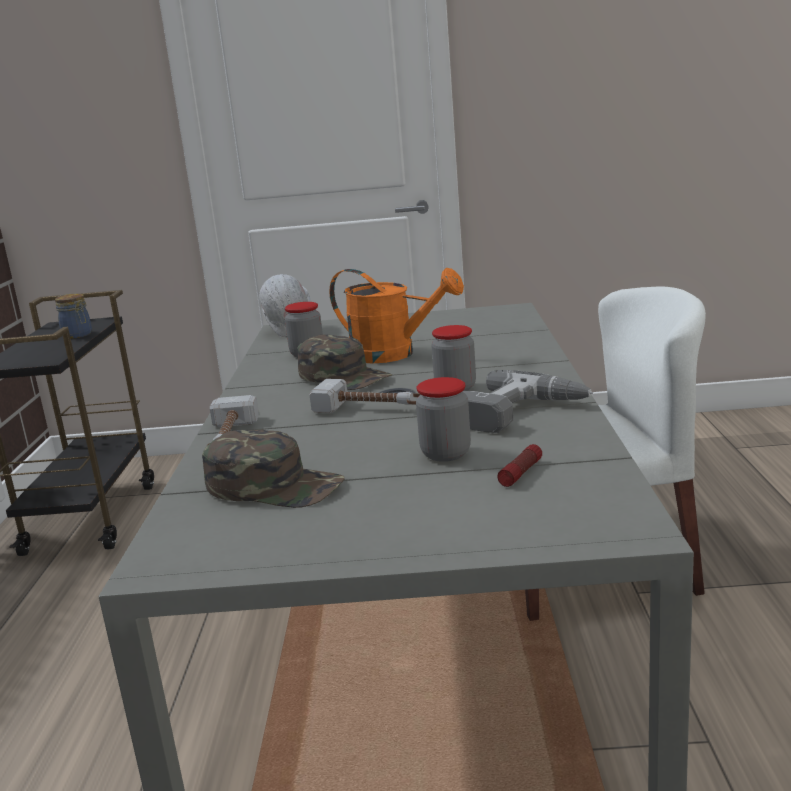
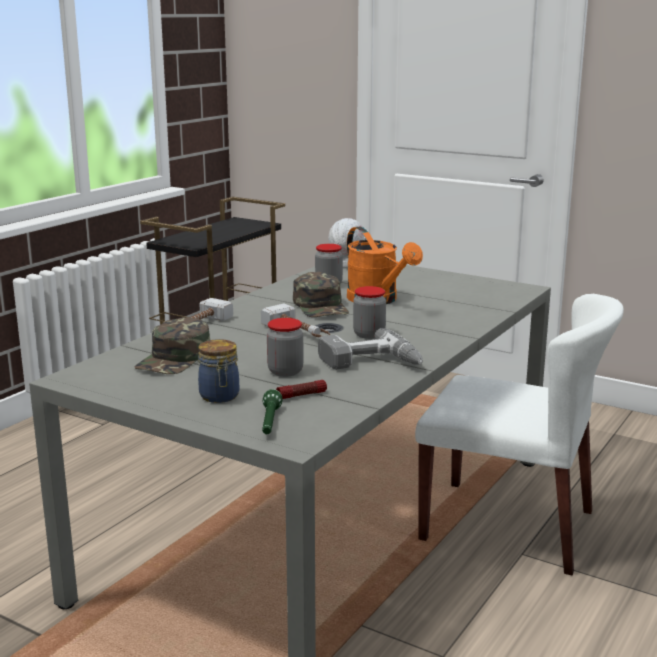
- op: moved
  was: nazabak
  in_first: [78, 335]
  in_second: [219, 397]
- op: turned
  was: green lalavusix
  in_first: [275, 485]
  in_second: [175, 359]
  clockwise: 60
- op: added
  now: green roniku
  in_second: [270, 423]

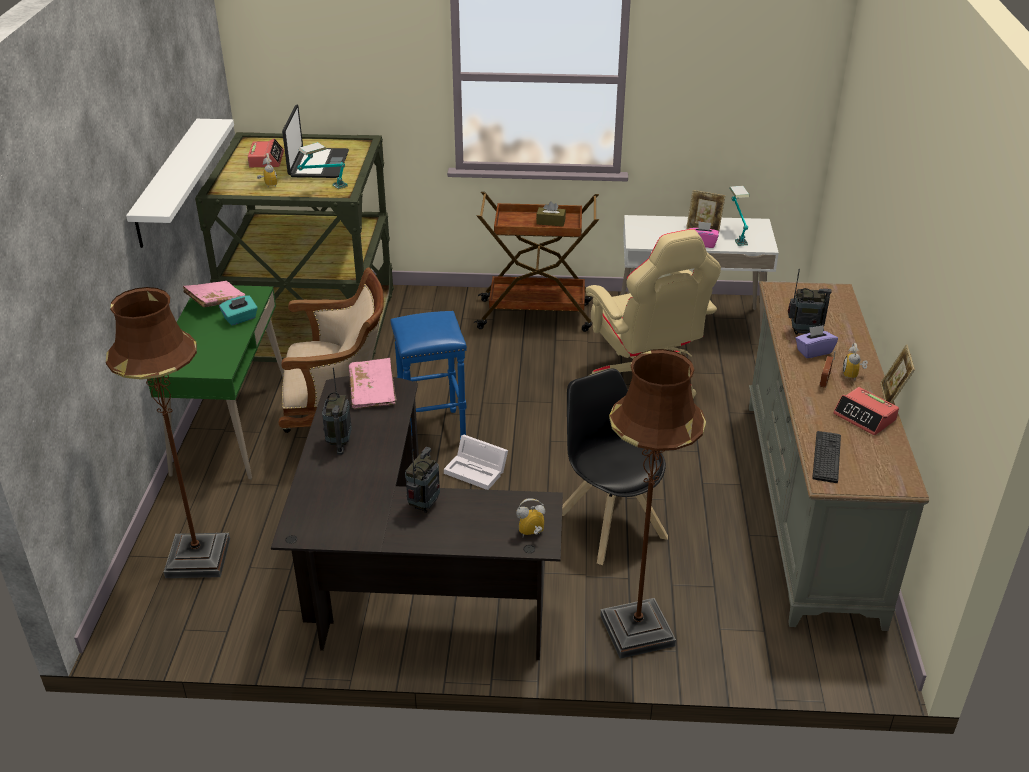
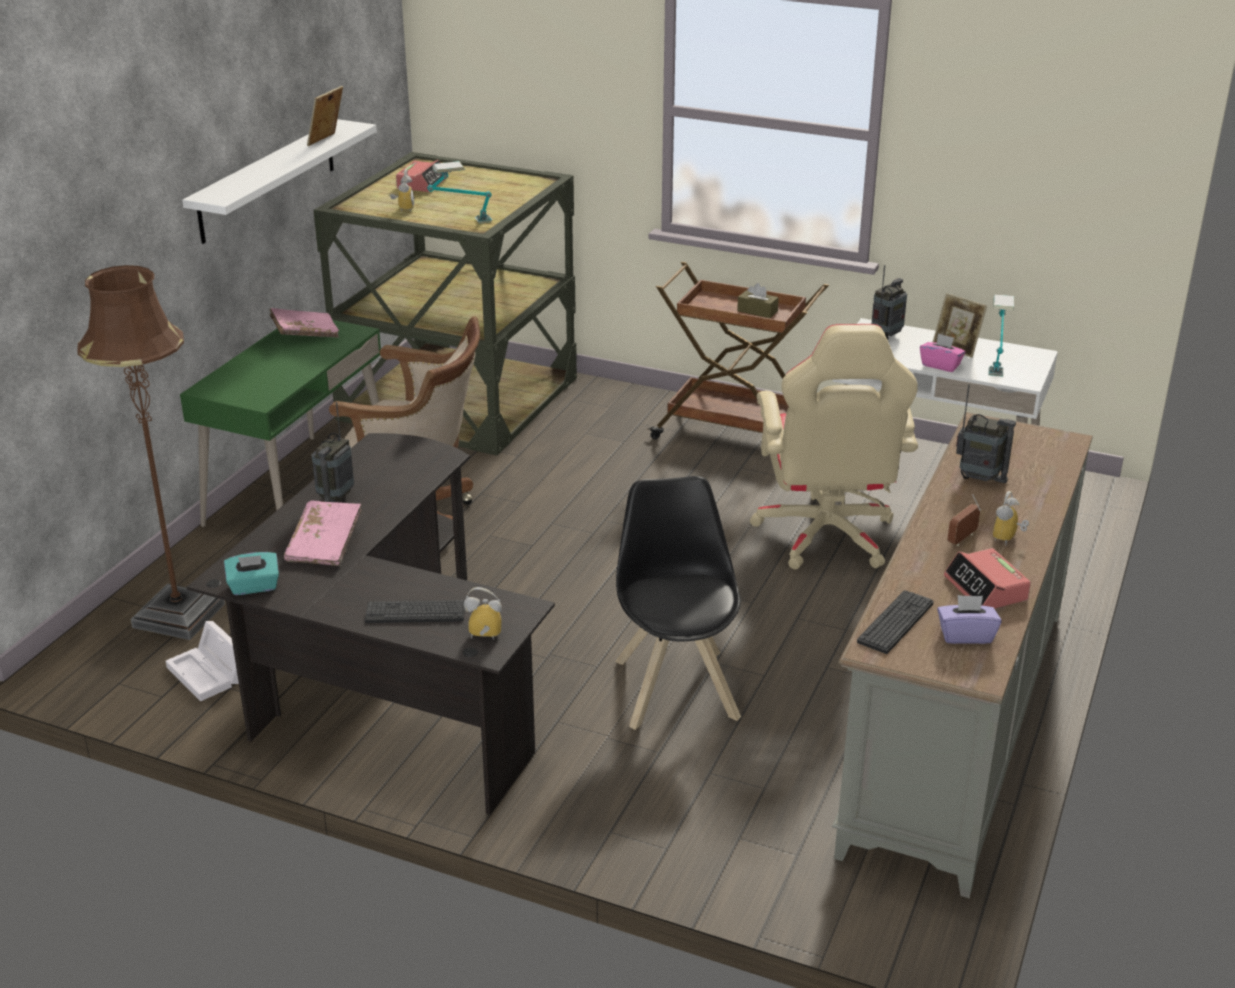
- op: moved
  was: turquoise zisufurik
  in_first: [240, 319]
  in_second: [254, 587]
- op: removed
  was: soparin
  in_first: [318, 164]
- op: moved
  was: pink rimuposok
  in_first: [372, 392]
  in_second: [325, 545]
- op: removed
  was: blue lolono
  in_first: [434, 428]
- op: moved
  was: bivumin
  in_first: [424, 505]
  in_second: [886, 336]
- op: moved
  was: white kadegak
  in_first: [477, 470]
  in_second: [210, 673]
- op: removed
  was: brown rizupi
  in_first: [637, 630]
- op: moved
  was: purple zisufurik
  in_first: [813, 351]
  in_second: [965, 635]
- op: moved
  was: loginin
  in_first: [892, 396]
  in_second: [327, 141]
- op: added
  now: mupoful
  in_second: [415, 613]

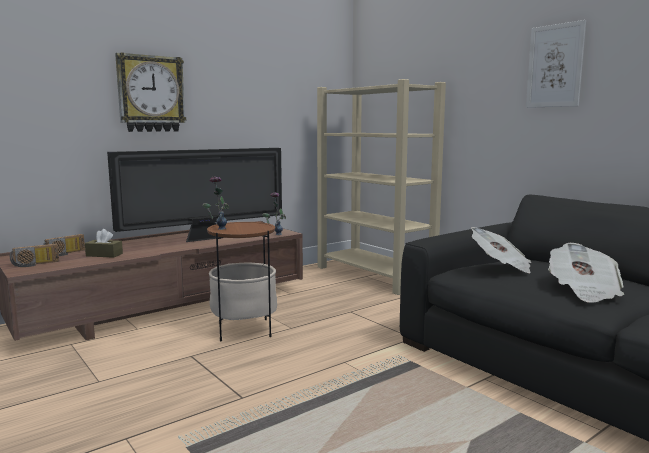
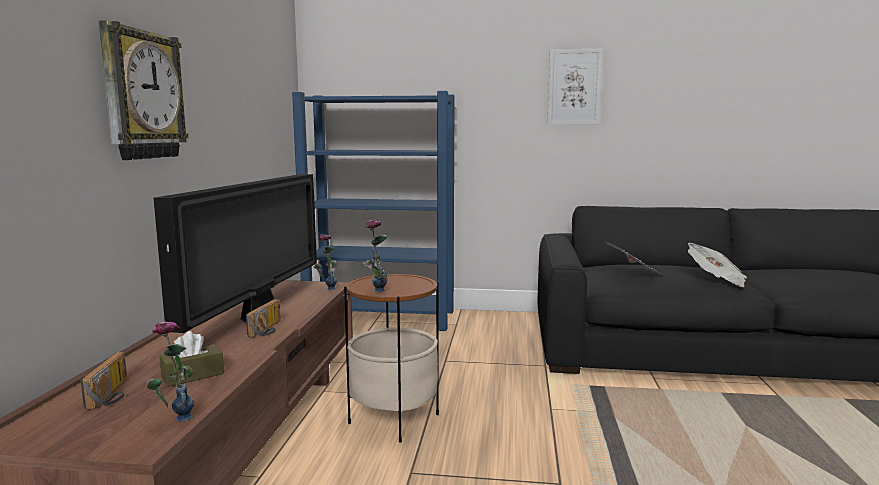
- op: moved
  was: bivumin
  in_first: [35, 264]
  in_second: [268, 329]
- op: recoloured
  was: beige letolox
  now: blue letolox
  in_first: [374, 275]
  in_second: [381, 317]
- op: added
  now: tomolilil
  in_second: [172, 422]

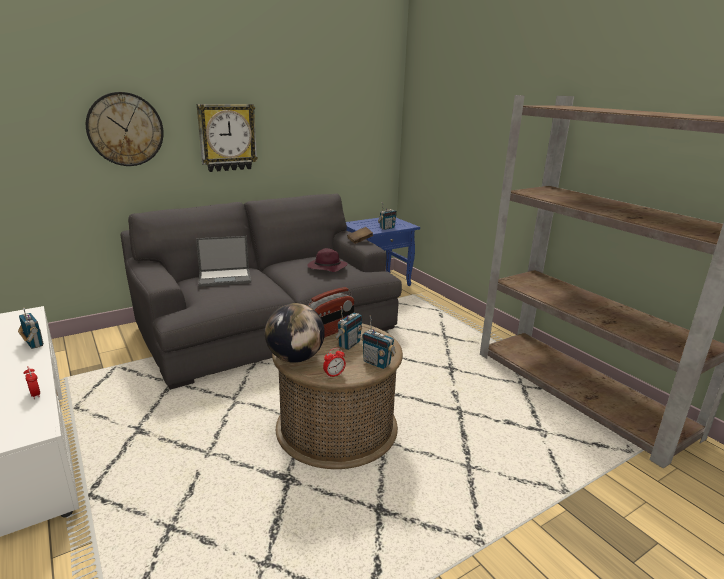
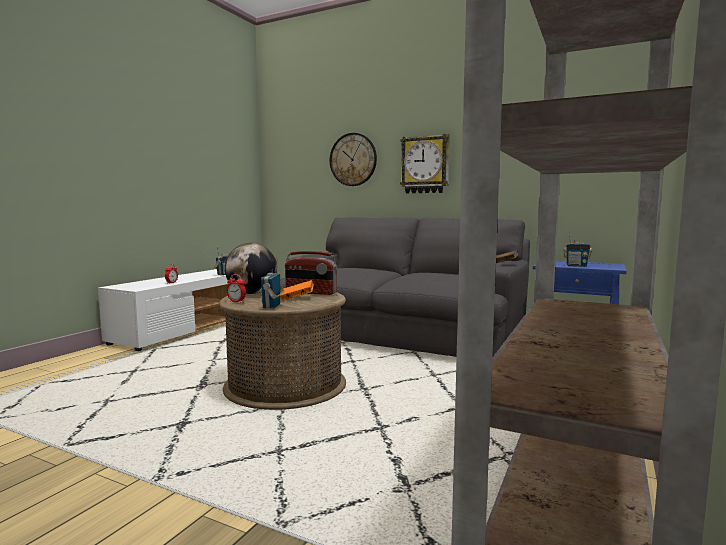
- op: removed
  was: soparin
  in_first: [225, 277]
- op: removed
  was: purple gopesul
  in_first: [326, 268]
- op: replaced
  was: bivumin
  now: orange rimuposok
  in_first: [349, 344]
  in_second: [297, 299]

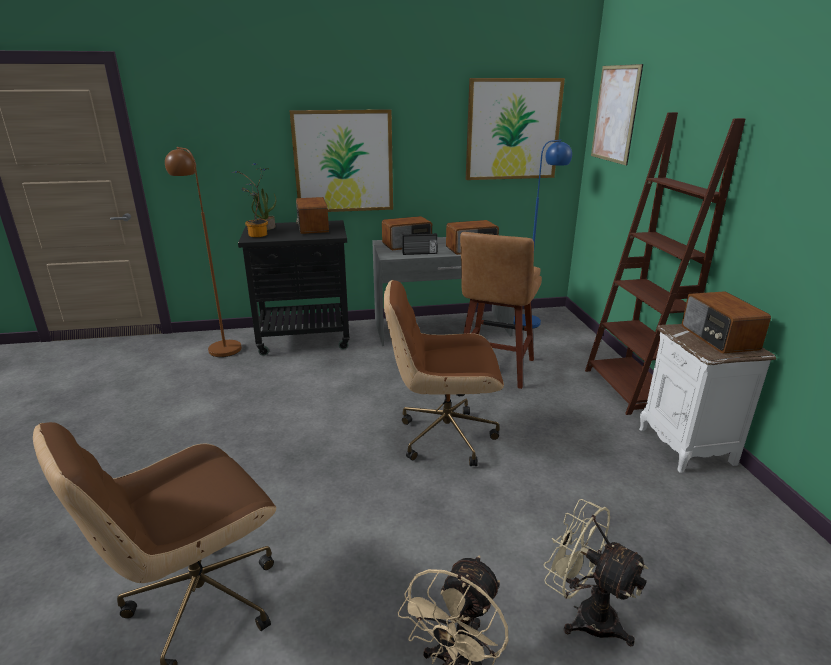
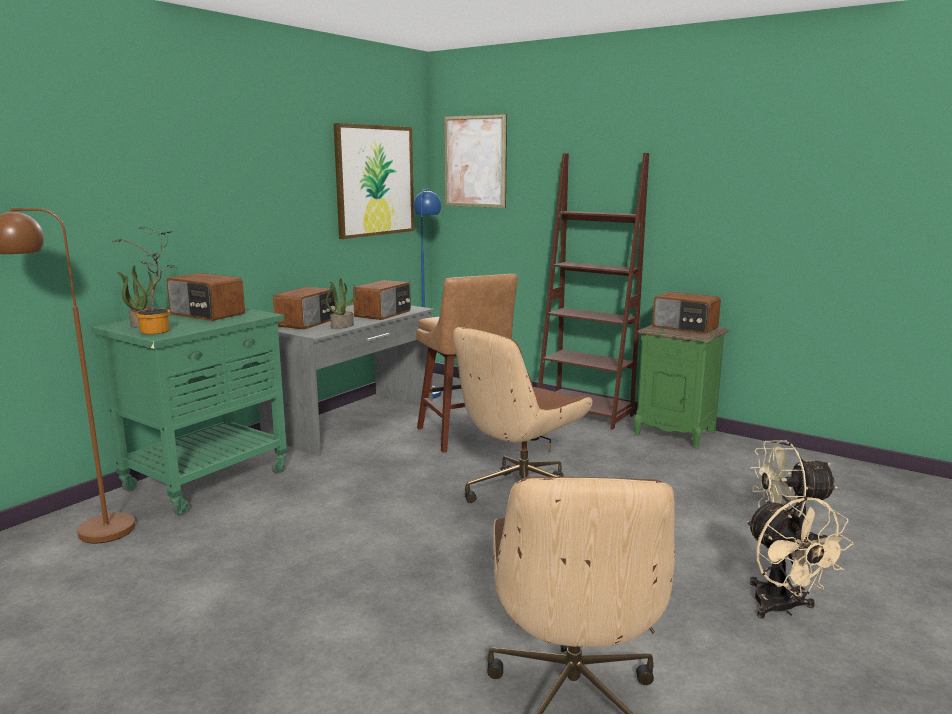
- op: recoloured
  was: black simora
  now: green simora
  in_first: [305, 339]
  in_second: [208, 481]
- op: removed
  was: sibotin
  in_first: [343, 161]
- op: replaced
  was: bivumin
  now: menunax
  in_first: [419, 253]
  in_second: [342, 326]
- op: recoloured
  was: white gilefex
  now: green gilefex
  in_first: [684, 447]
  in_second: [675, 434]

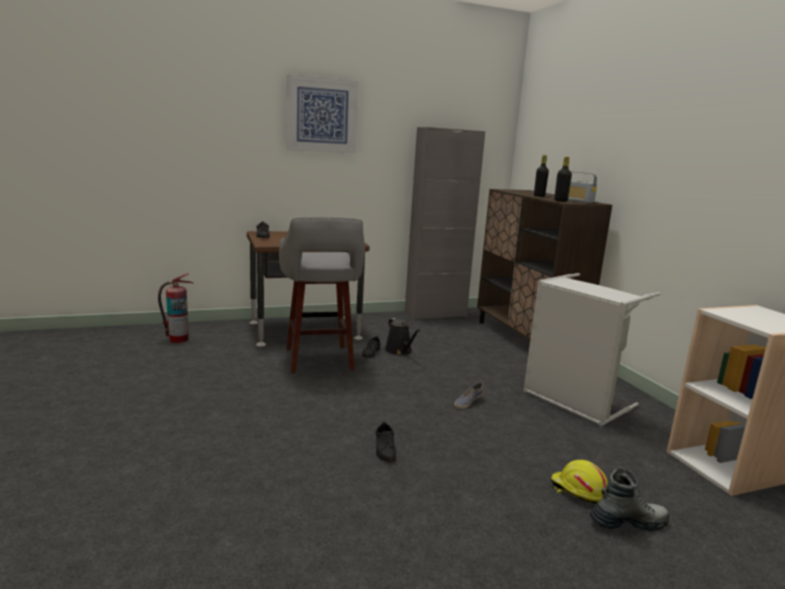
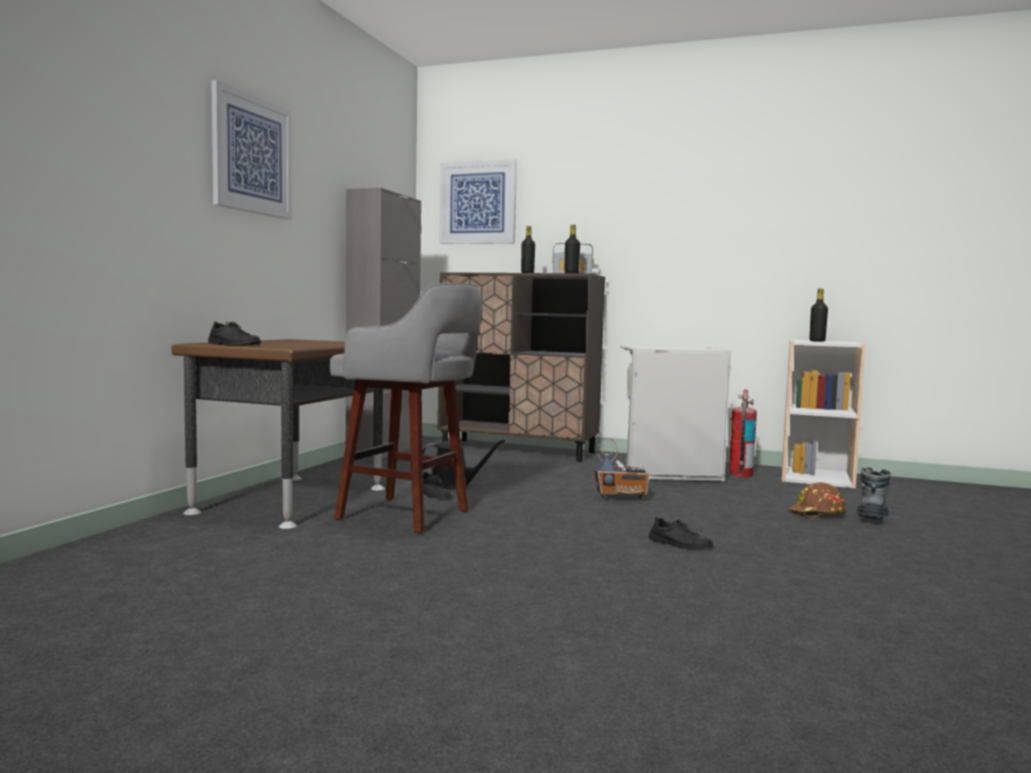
- op: moved
  was: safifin
  in_first: [178, 339]
  in_second: [740, 474]
- op: replaced
  was: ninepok
  now: bivumin
  in_first: [468, 402]
  in_second: [621, 498]
- op: recoloured
  was: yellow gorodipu
  now: brown gorodipu
  in_first: [578, 490]
  in_second: [817, 514]
- op: added
  now: sibotin
  in_second: [478, 203]
- op: added
  now: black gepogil
  in_second: [817, 341]

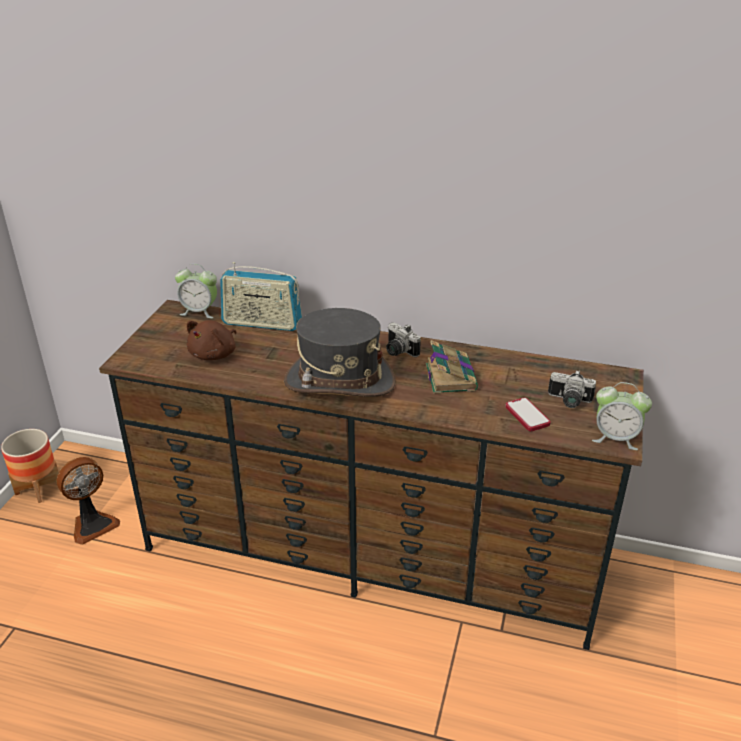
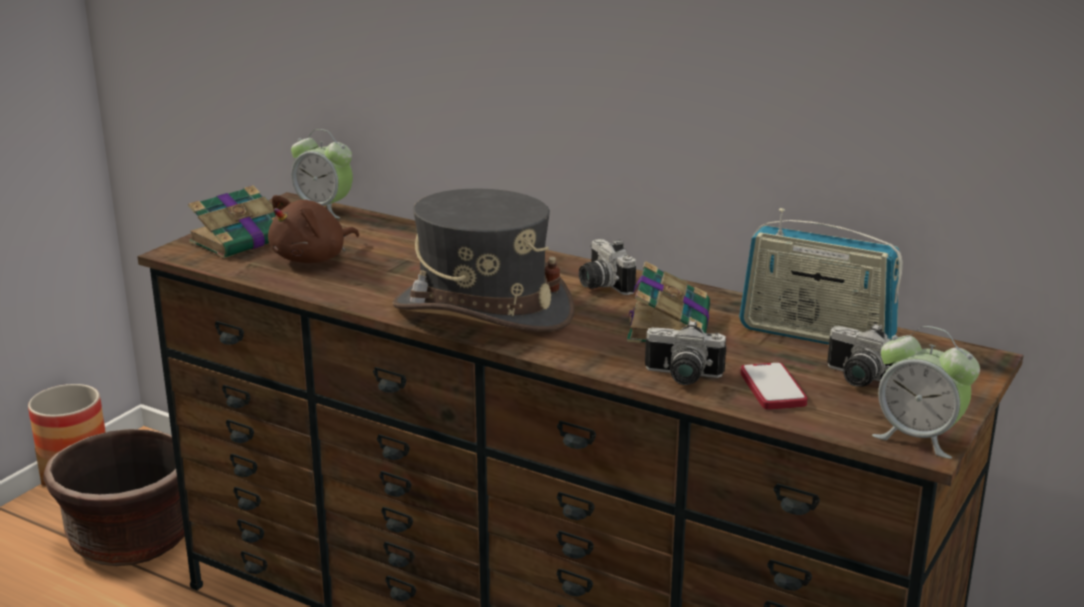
- op: replaced
  was: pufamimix
  now: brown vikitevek
  in_first: [92, 524]
  in_second: [130, 540]
- op: moved
  was: bivumin
  in_first: [262, 323]
  in_second: [816, 335]
- op: added
  now: rimuposok
  in_second: [242, 240]
- op: added
  now: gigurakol
  in_second: [682, 377]

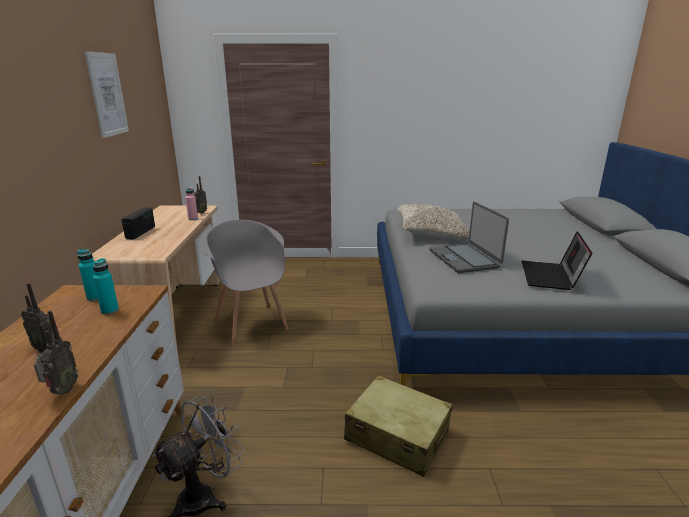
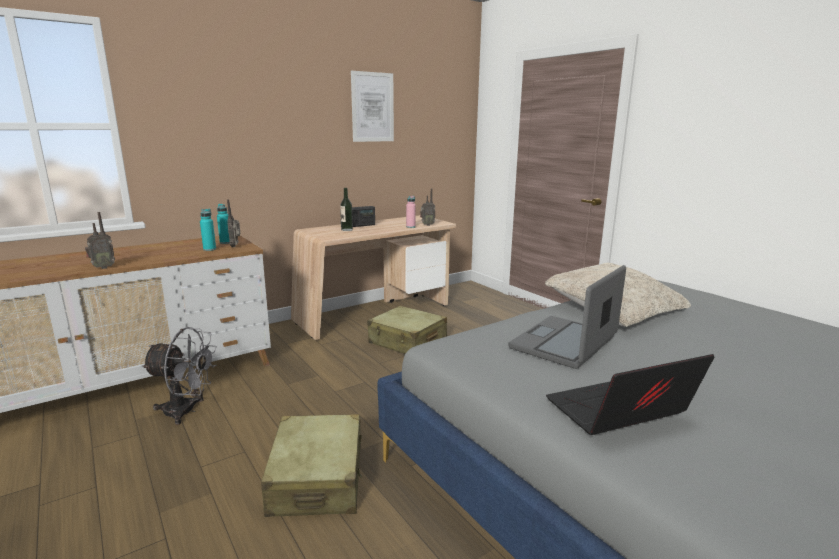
- op: moved
  was: bivumin
  in_first: [46, 349]
  in_second: [236, 246]
- op: replaced
  was: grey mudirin
  now: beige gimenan
  in_first: [251, 324]
  in_second: [407, 342]
- op: added
  now: gepogil
  in_second: [347, 229]

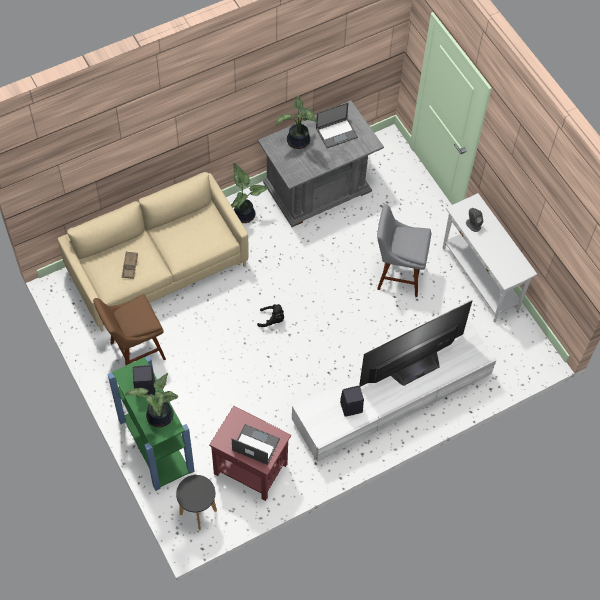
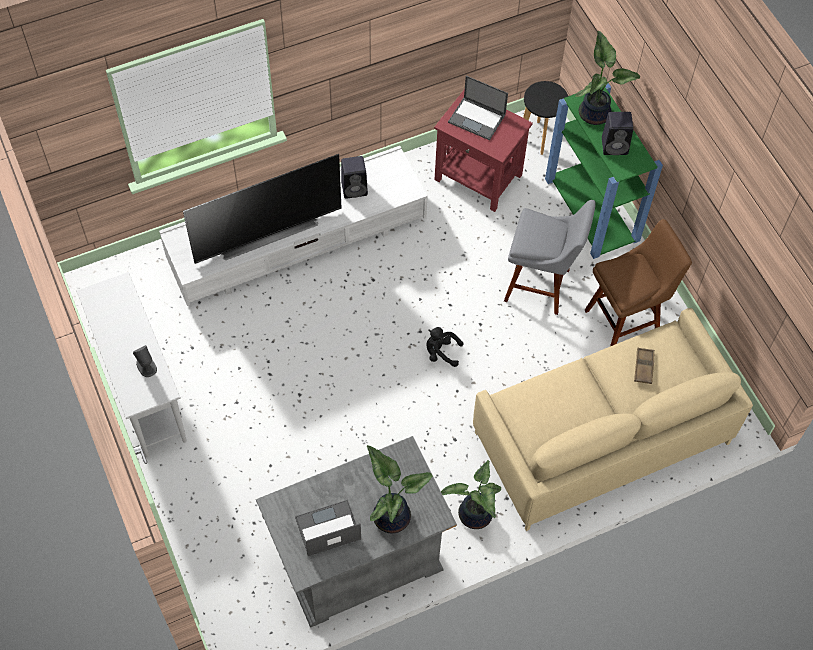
- op: moved
  was: grey lolono
  in_first: [397, 275]
  in_second: [541, 286]

